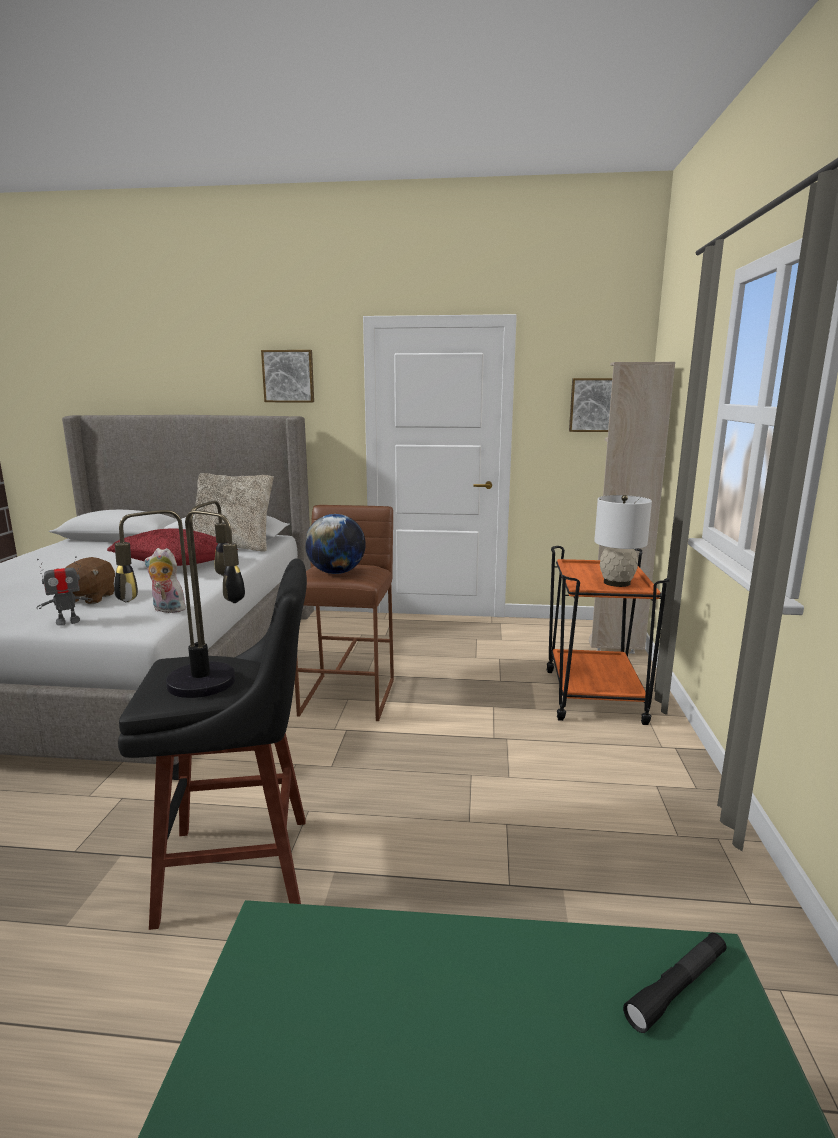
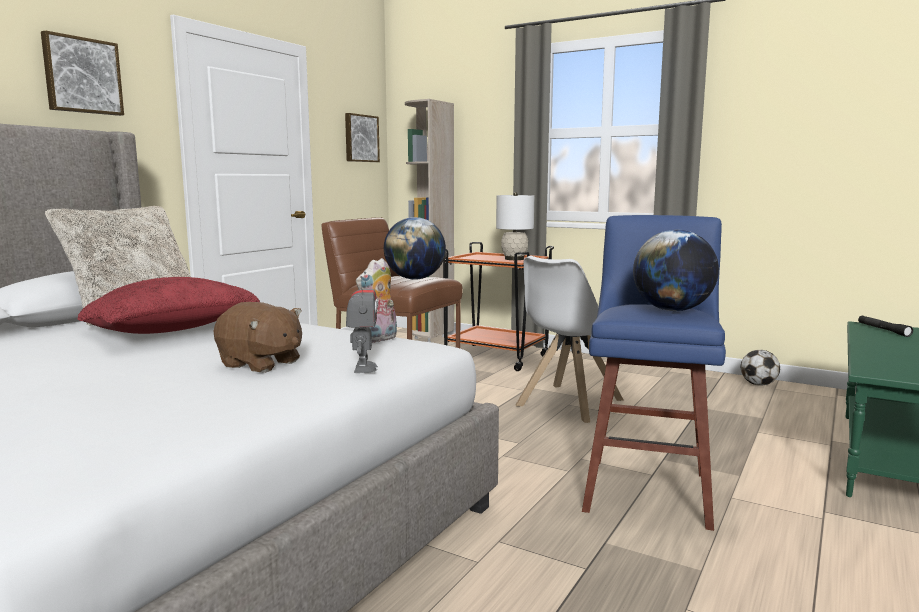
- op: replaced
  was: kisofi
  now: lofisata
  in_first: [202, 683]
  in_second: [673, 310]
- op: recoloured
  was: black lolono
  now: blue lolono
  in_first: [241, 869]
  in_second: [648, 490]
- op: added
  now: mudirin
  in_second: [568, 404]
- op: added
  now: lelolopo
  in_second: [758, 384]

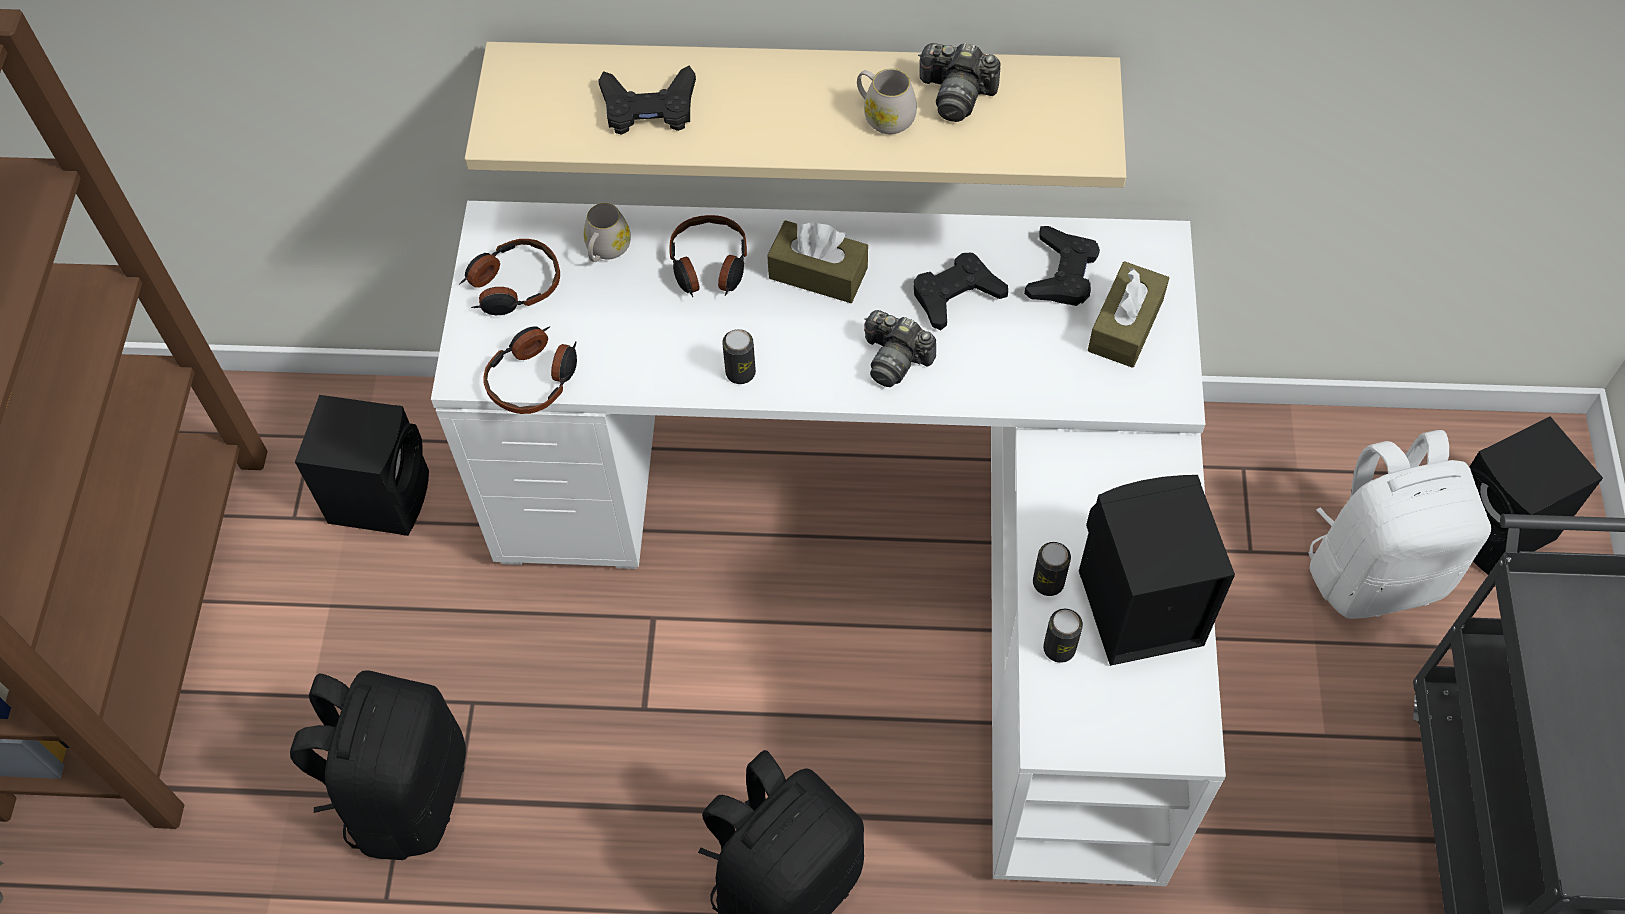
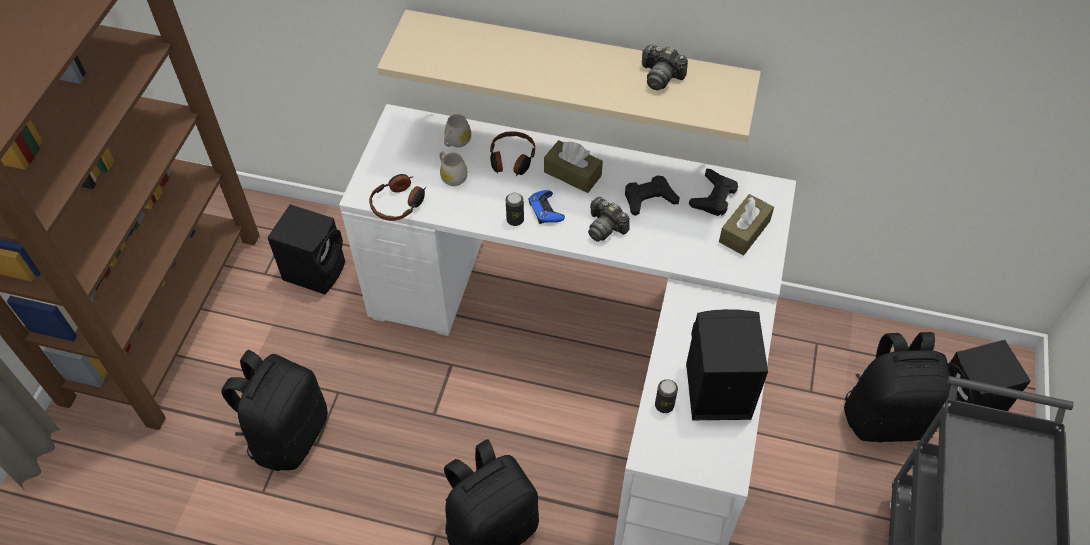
- op: removed
  was: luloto
  in_first: [513, 286]
- op: removed
  was: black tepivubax
  in_first: [649, 108]
- op: moved
  was: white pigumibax
  in_first: [884, 116]
  in_second: [452, 176]
- op: removed
  was: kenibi
  in_first: [1048, 582]
- op: recoloured
  was: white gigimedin
  now: black gigimedin
  in_first: [1376, 571]
  in_second: [885, 416]
- op: added
  now: blue tepivubax
  in_second: [546, 210]

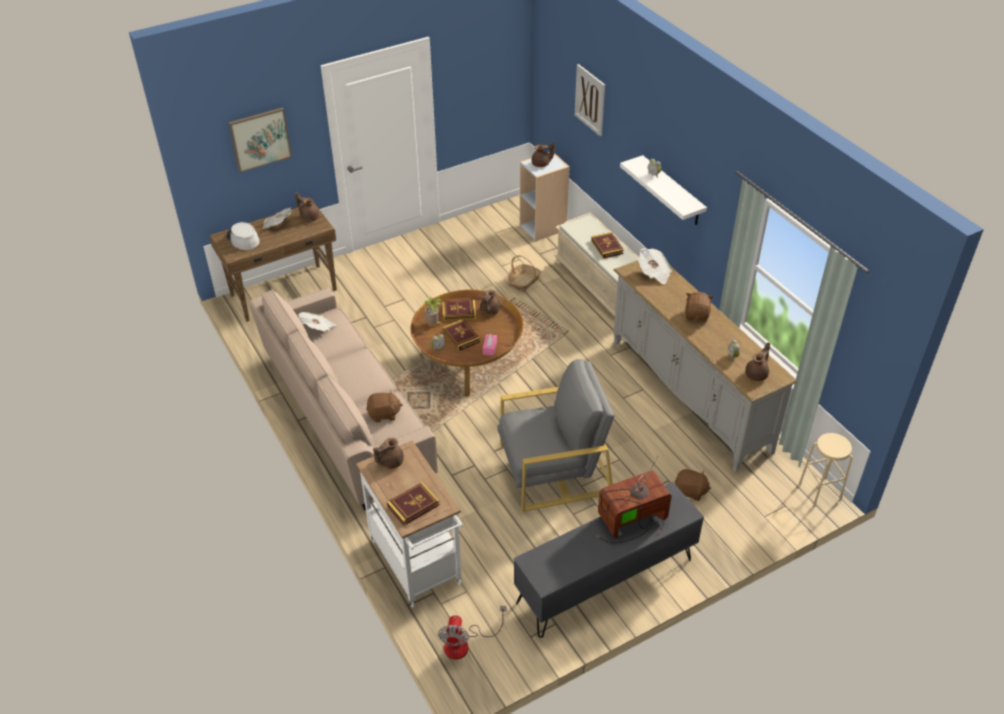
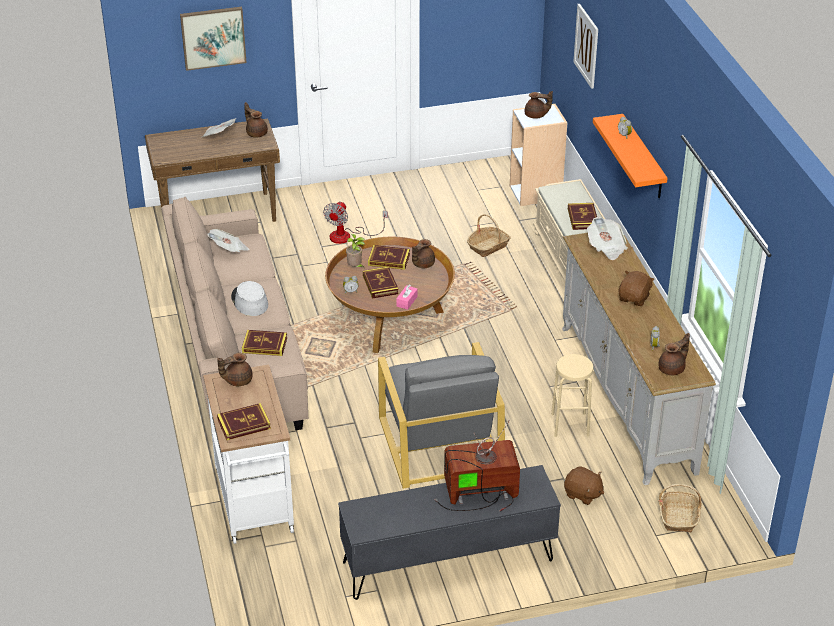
- op: moved
  was: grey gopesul
  in_first: [242, 239]
  in_second: [249, 301]
- op: replaced
  was: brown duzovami
  now: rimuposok
  in_first: [384, 414]
  in_second: [264, 345]
- op: moved
  was: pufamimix
  in_first: [464, 643]
  in_second: [347, 236]
- op: turned
  was: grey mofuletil
  in_first: [554, 468]
  in_second: [440, 442]
  clockwise: 75
- op: recoloured
  was: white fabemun
  now: orange fabemun
  in_first: [672, 191]
  in_second: [643, 158]
- op: moved
  was: beige lolono
  in_first: [819, 492]
  in_second: [570, 425]
- op: added
  now: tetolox
  in_second: [678, 517]

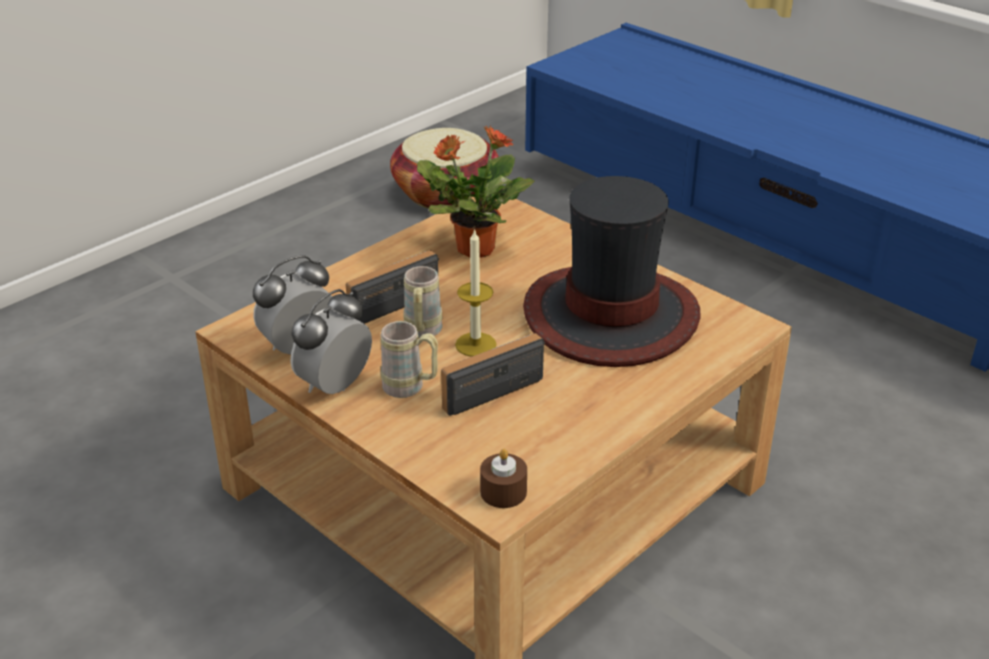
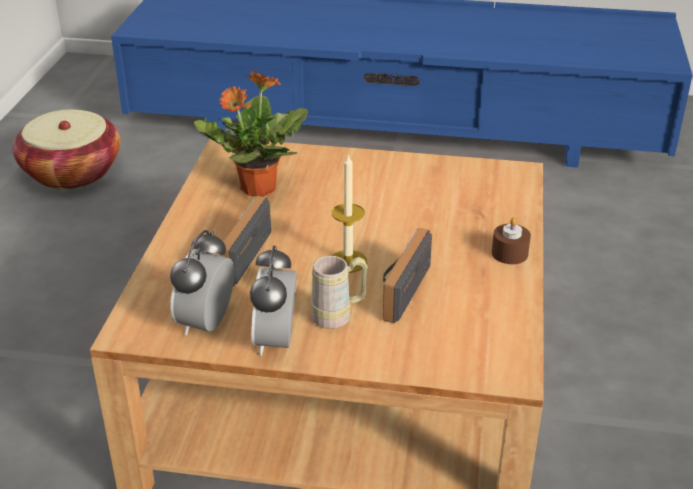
- op: removed
  was: beige pigumibax
  in_first: [422, 333]
- op: moved
  was: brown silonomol
  in_first: [503, 492]
  in_second: [509, 253]
- op: removed
  was: gopesul
  in_first: [611, 316]

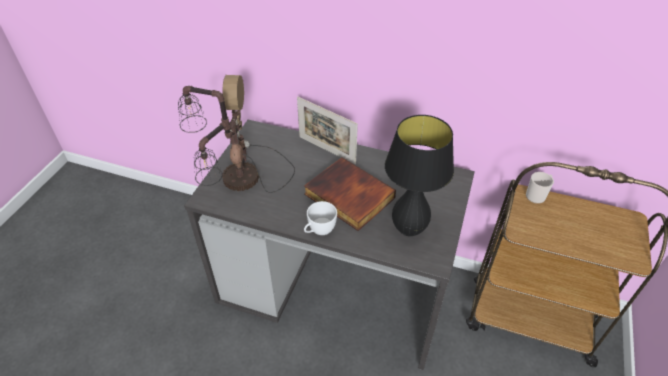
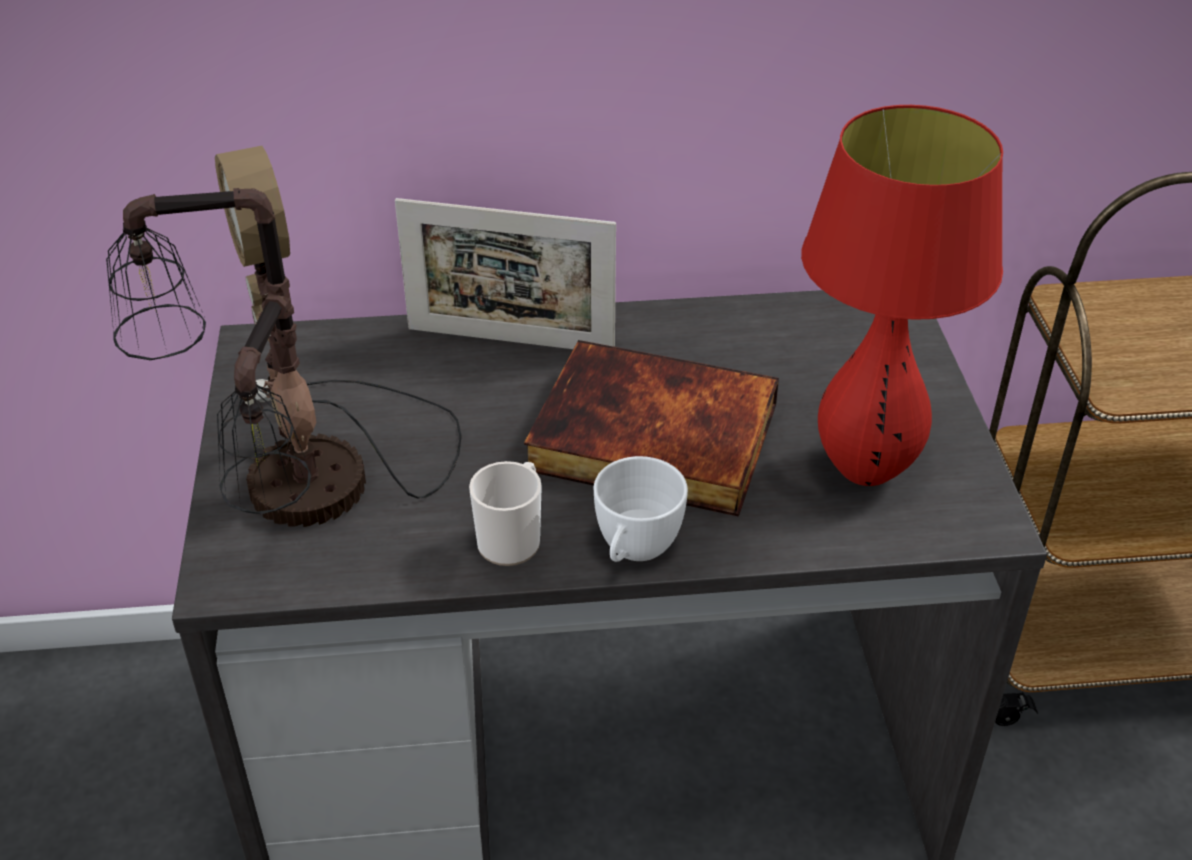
- op: recoloured
  was: black kisofi
  now: red kisofi
  in_first: [408, 229]
  in_second: [865, 469]
- op: moved
  was: pigumibax
  in_first: [537, 195]
  in_second: [512, 539]

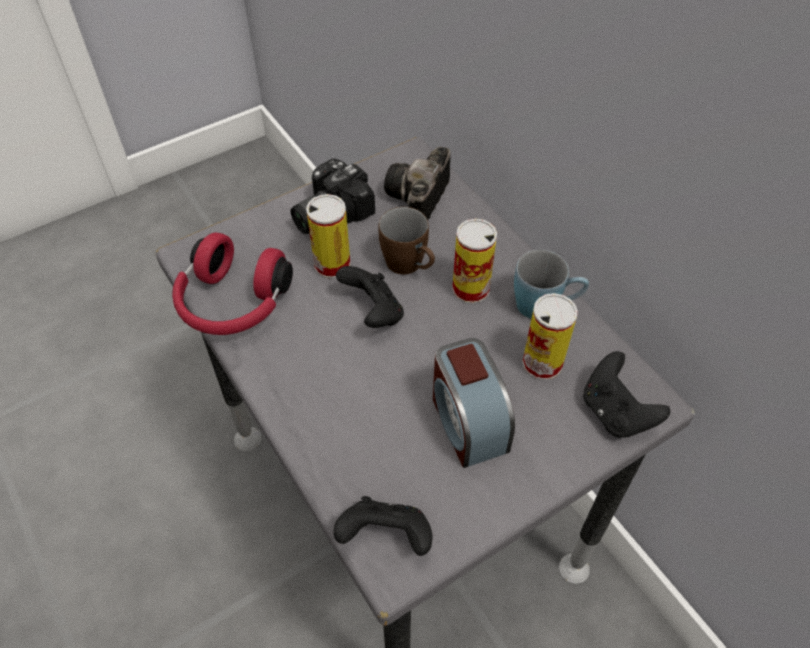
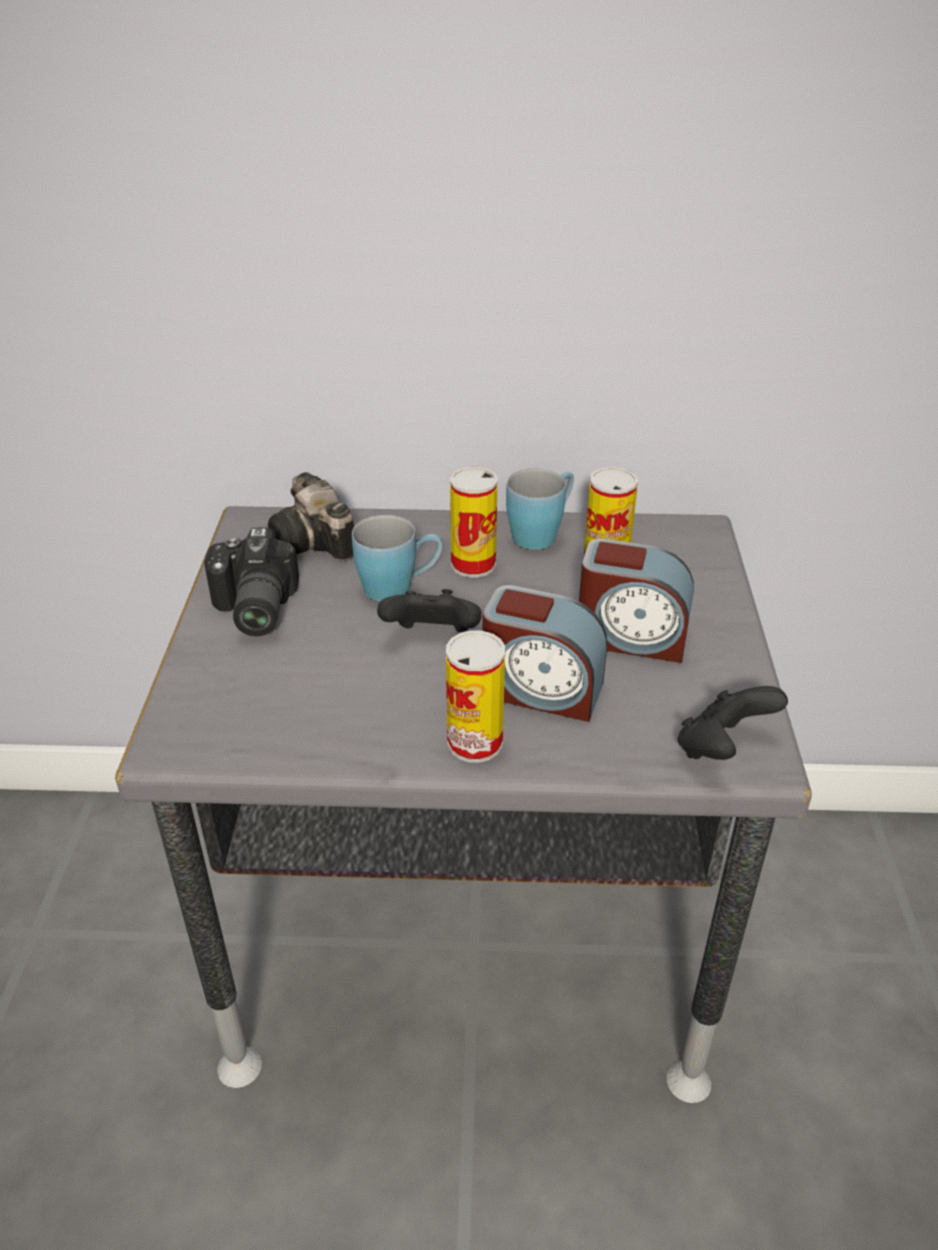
- op: removed
  was: red luloto
  in_first: [232, 304]
- op: moved
  was: kenibi
  in_first: [332, 264]
  in_second: [475, 742]
- op: recoloured
  was: brown pigumibax
  now: blue pigumibax
  in_first: [410, 266]
  in_second: [399, 587]
- op: removed
  was: black tepivubax
  in_first: [615, 412]
- op: added
  now: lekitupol
  in_second: [540, 690]

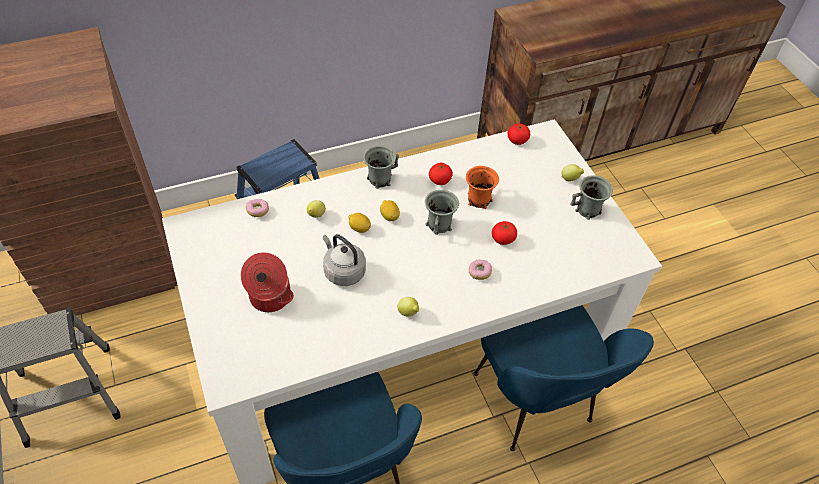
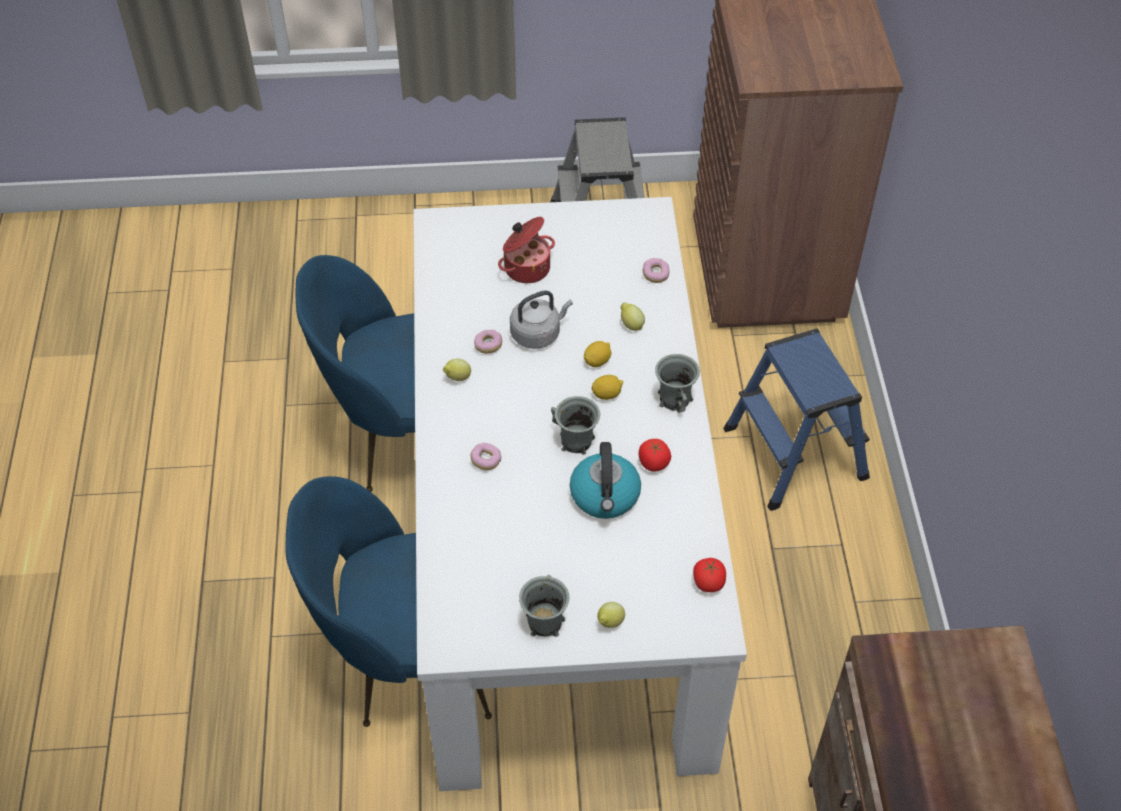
- op: replaced
  was: orange pigumibax
  now: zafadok
  in_first: [478, 199]
  in_second: [605, 496]
- op: removed
  was: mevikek
  in_first: [503, 239]
- op: added
  now: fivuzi
  in_second: [488, 346]

